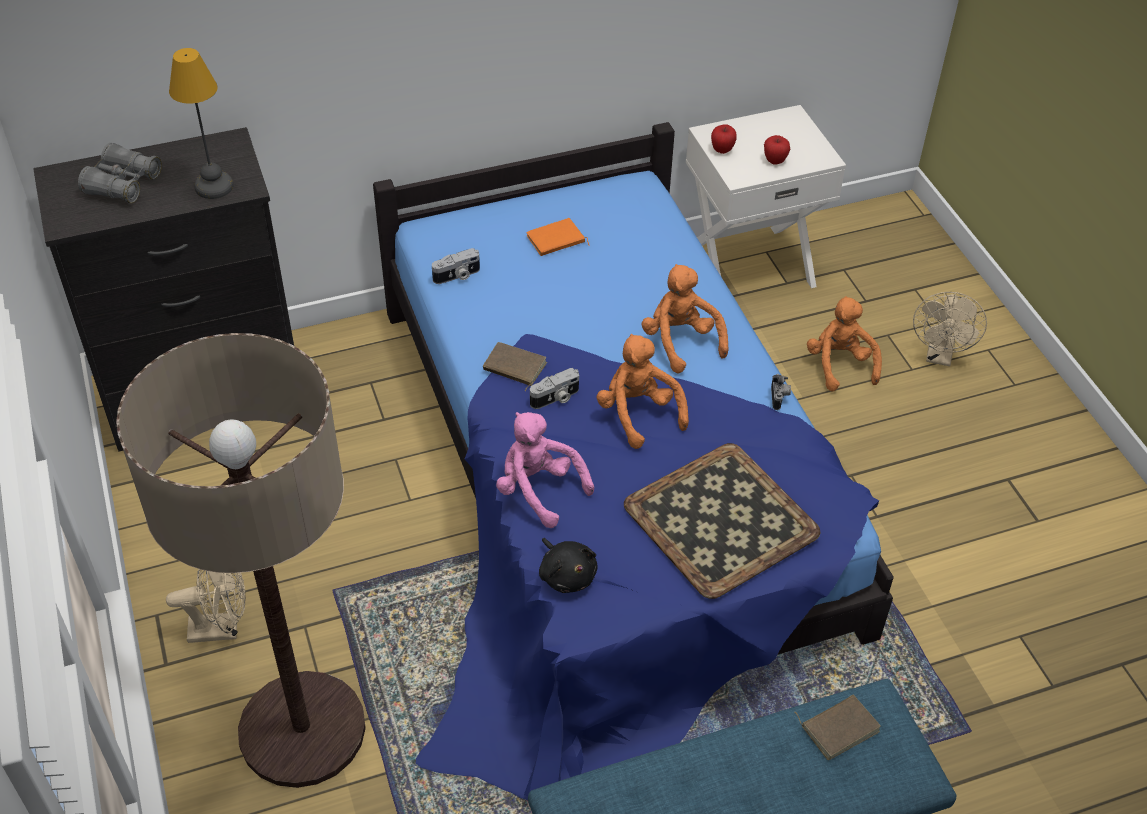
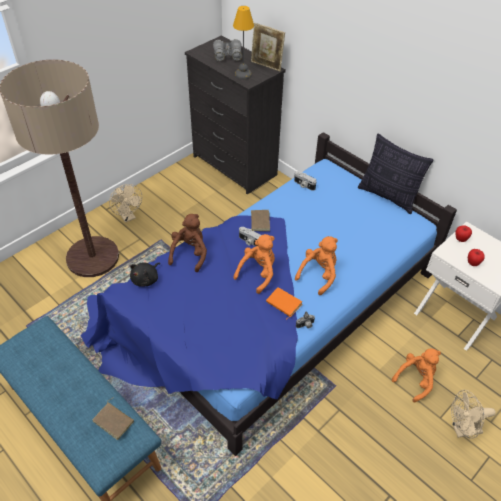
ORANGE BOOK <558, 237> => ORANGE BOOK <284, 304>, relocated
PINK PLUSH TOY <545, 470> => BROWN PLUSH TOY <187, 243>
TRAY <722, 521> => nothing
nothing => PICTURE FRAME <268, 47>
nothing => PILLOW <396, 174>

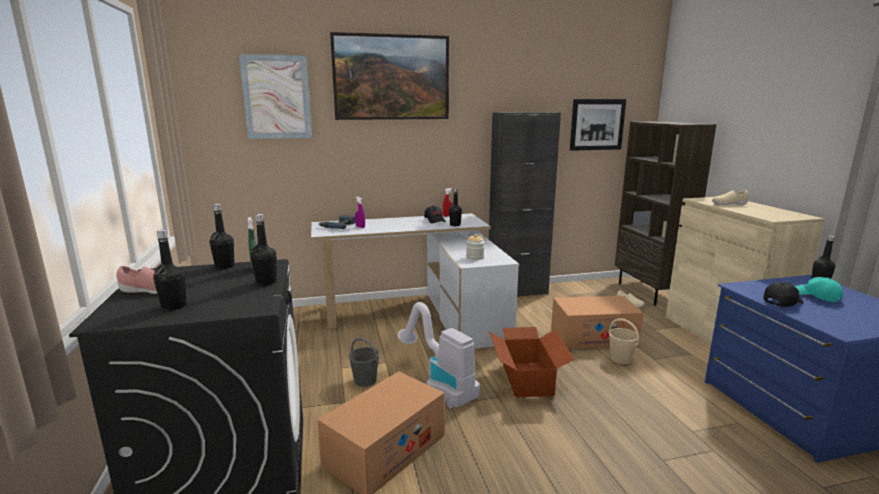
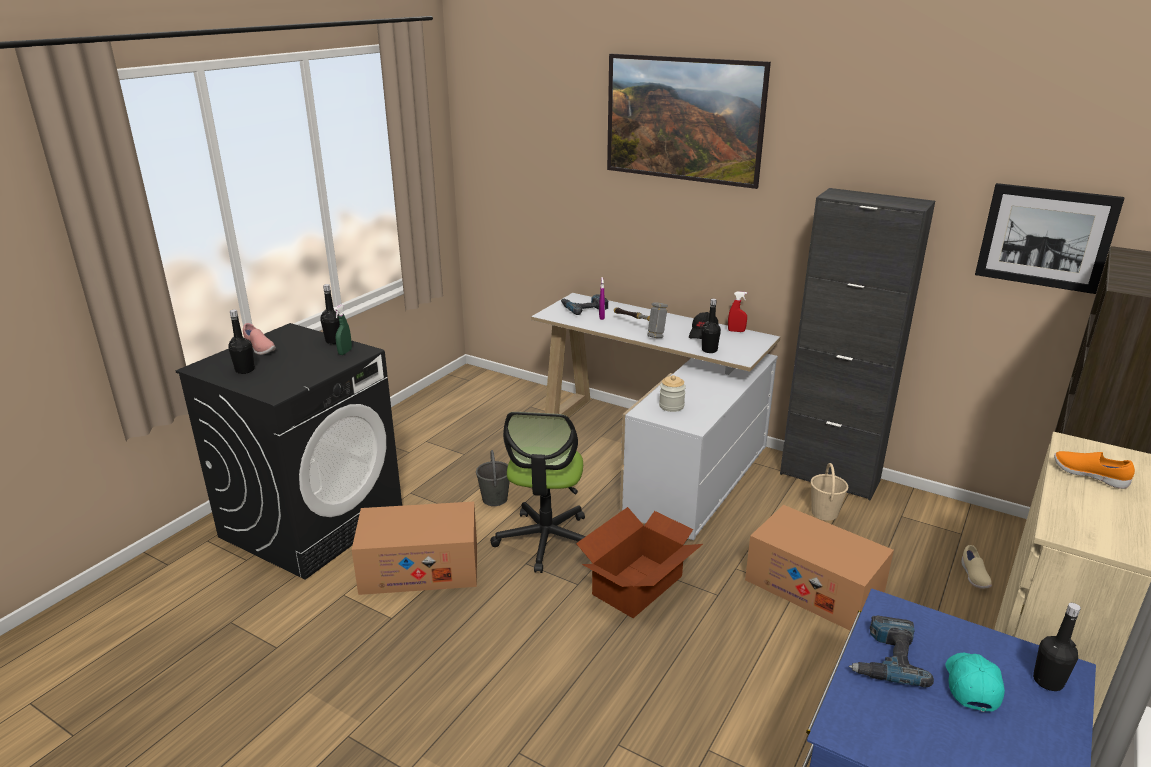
PICTURE <275, 96> => nothing
BEIGE SHOE <730, 197> => ORANGE SHOE <1094, 470>
BLACK BOTTLE <264, 249> => nothing
BLACK CAP <783, 294> => POWER DRILL <891, 651>
VACUUM CLEANER <439, 355> => OFFICE CHAIR <538, 492>
BEIGE BUCKET <624, 341> => BEIGE BUCKET <829, 492>, relocated
nothing => HAMMER <641, 320>

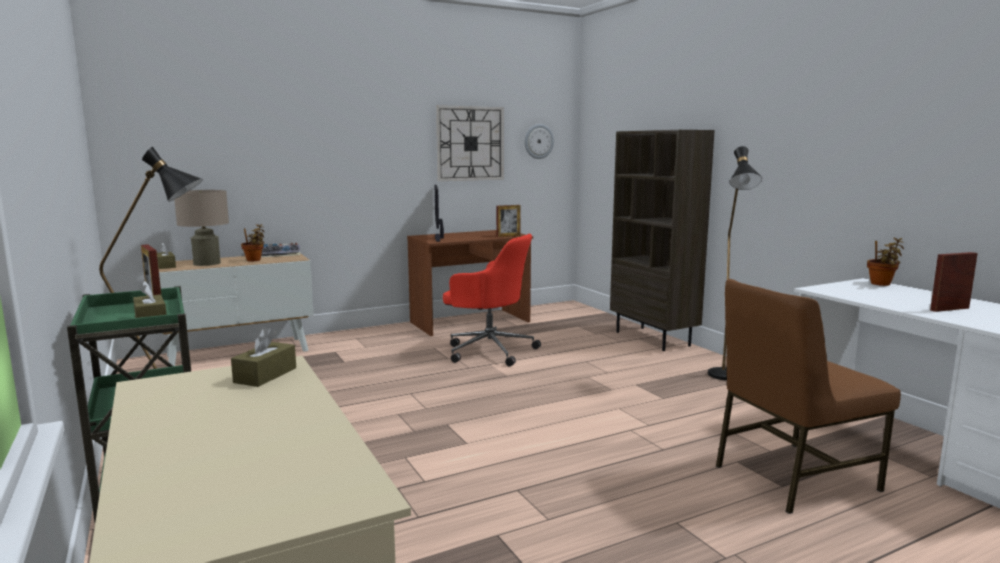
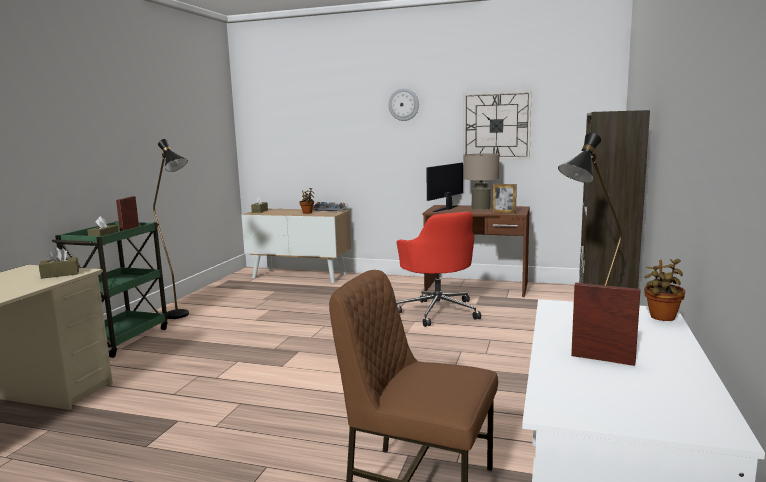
WALL CLOCK <539, 141> => WALL CLOCK <403, 104>, relocated
BEIGE TABLE LAMP <201, 228> => BEIGE TABLE LAMP <481, 182>, relocated

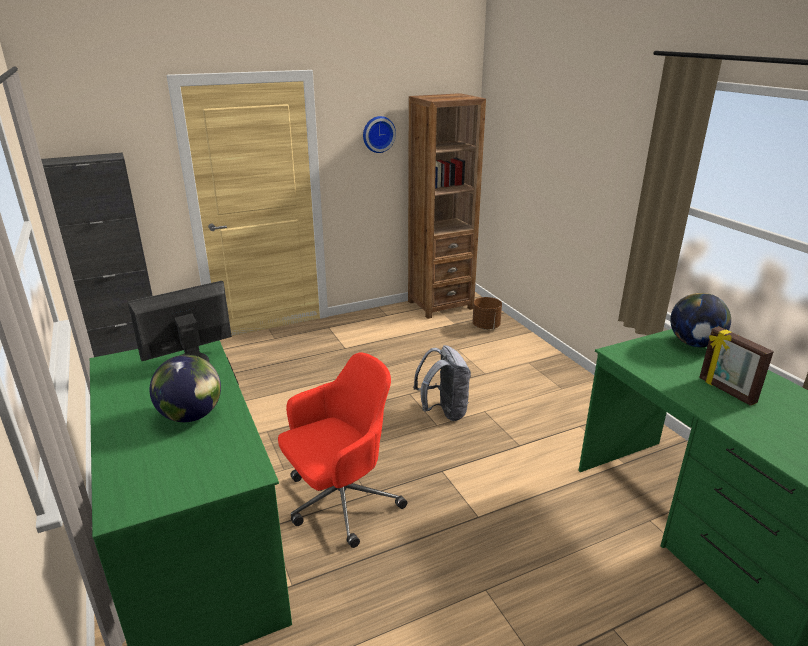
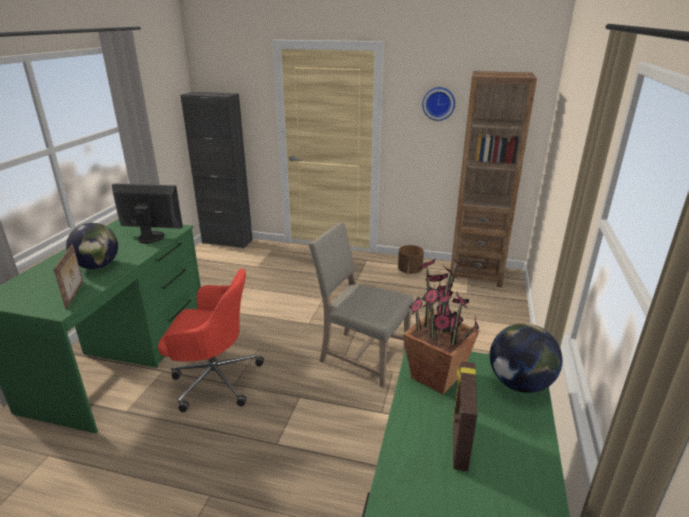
BROWN PLANTER <487, 313> => BROWN PLANTER <411, 259>, relocated
GREY BACKPACK <442, 383> => BEIGE CHAIR <361, 305>
nothing => PICTURE FRAME <68, 276>
nothing => POTTED PLANT <441, 326>

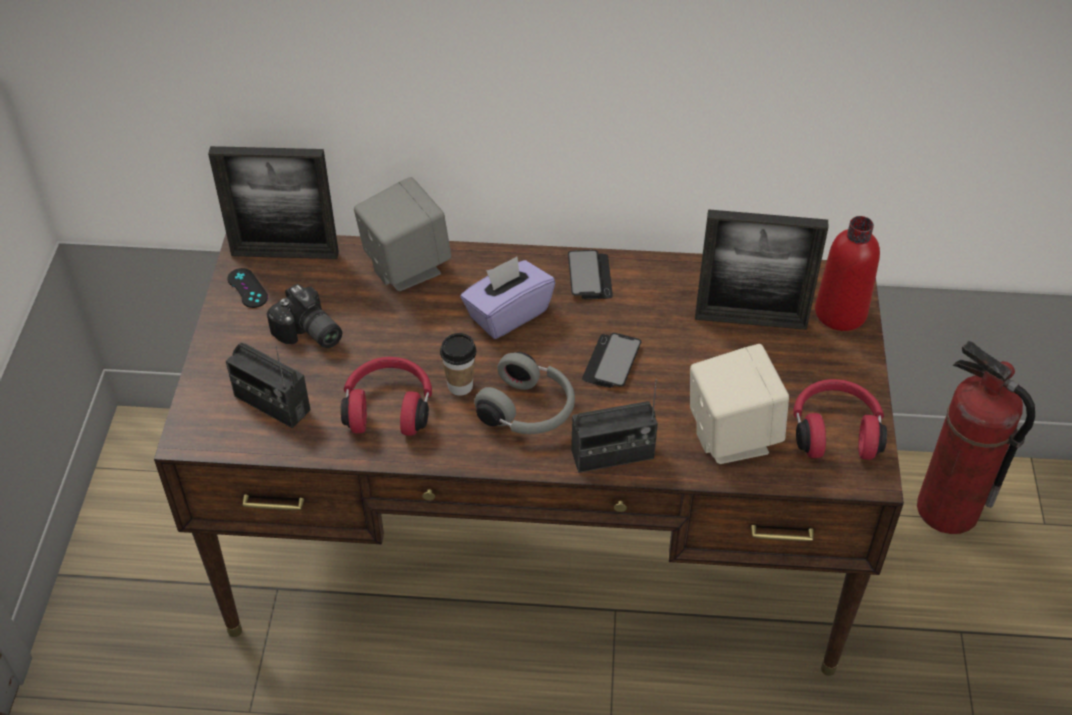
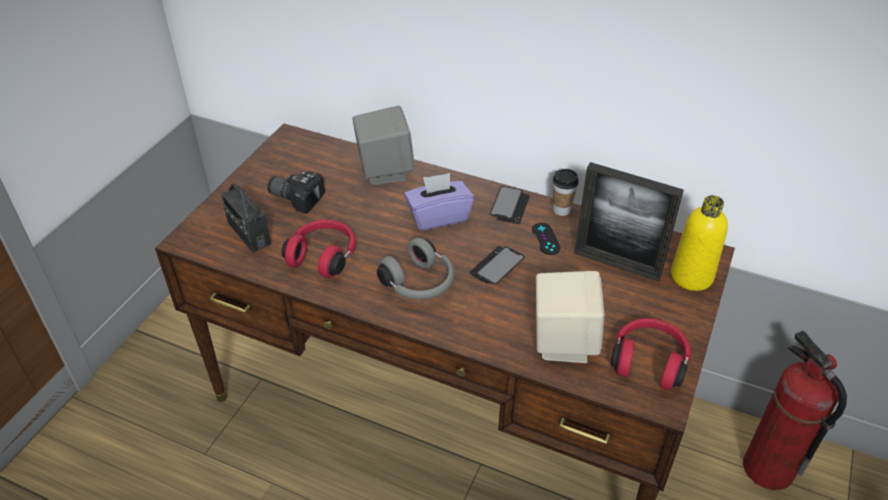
PICTURE FRAME <273, 202> => nothing
RED BOTTLE <847, 273> => YELLOW BOTTLE <699, 243>
BLACK GAME CONTROLLER <247, 288> => BLACK GAME CONTROLLER <546, 239>, relocated
PHOTO CAMERA <304, 315> => PHOTO CAMERA <296, 192>, 135 degrees clockwise
CUP <458, 364> => CUP <566, 192>, relocated
RADIO <614, 426> => nothing

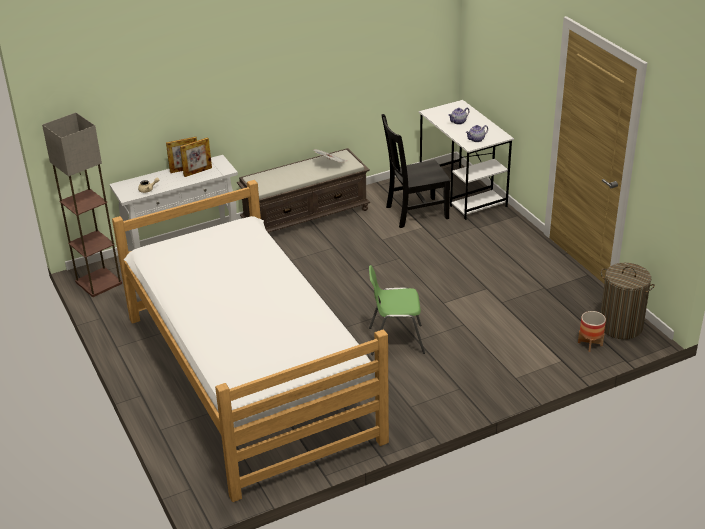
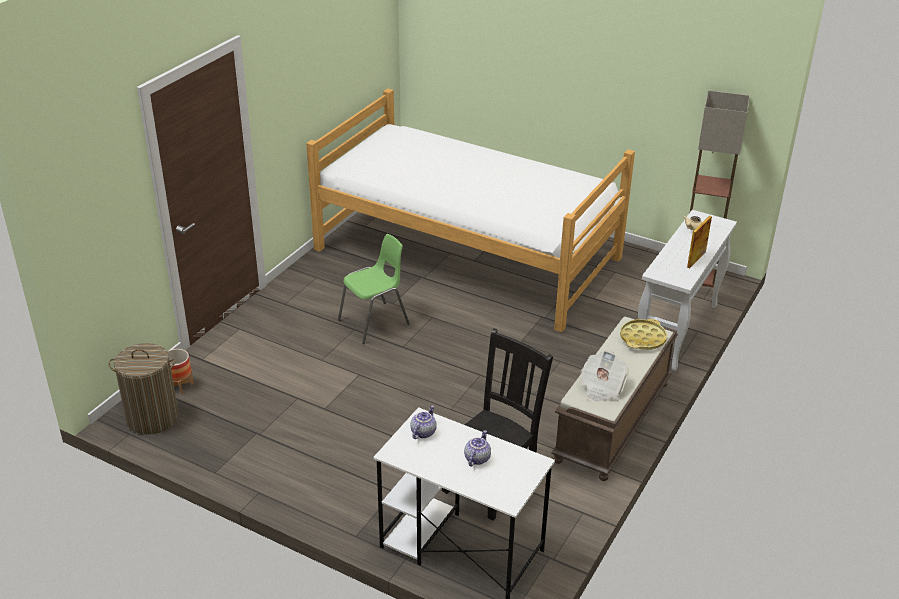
PICTURE FRAME <196, 157> => nothing
nothing => YELLOW TRAY <643, 334>

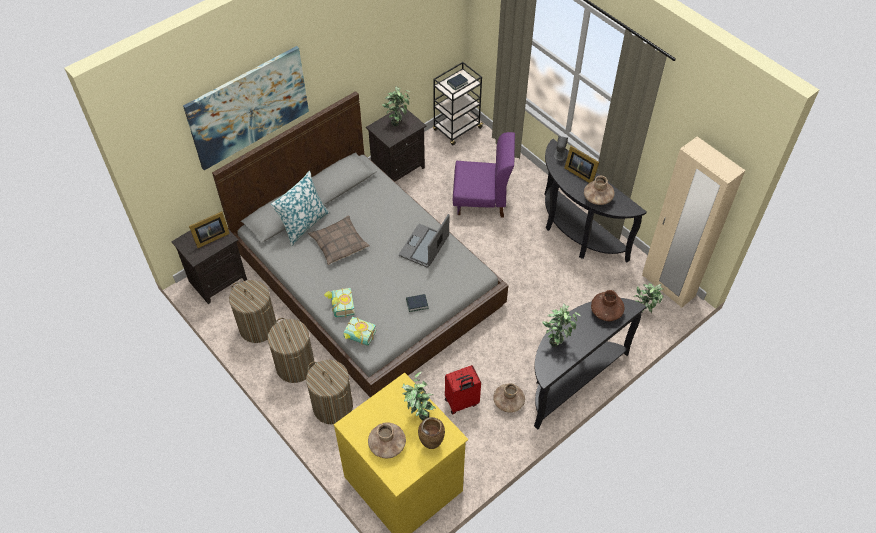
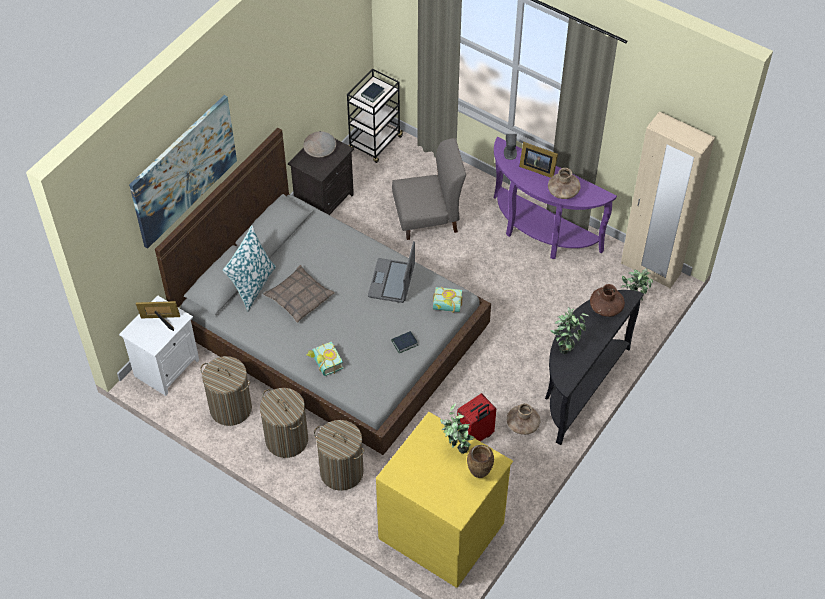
POTTED PLANT <396, 106> => BEIGE BOWL <319, 144>
PURPLE CHAIR <484, 175> => GREY CHAIR <429, 189>
BLACK CONSOLE TABLE <595, 201> => PURPLE CONSOLE TABLE <555, 198>
PICTURE FRAME <209, 229> => PICTURE FRAME <158, 316>, 135 degrees counterclockwise
BLACK NIGHTSTAND <209, 266> => WHITE NIGHTSTAND <159, 345>
BOOK <360, 331> => BOOK <448, 300>, relocated
BROWN VASE <387, 440> => nothing

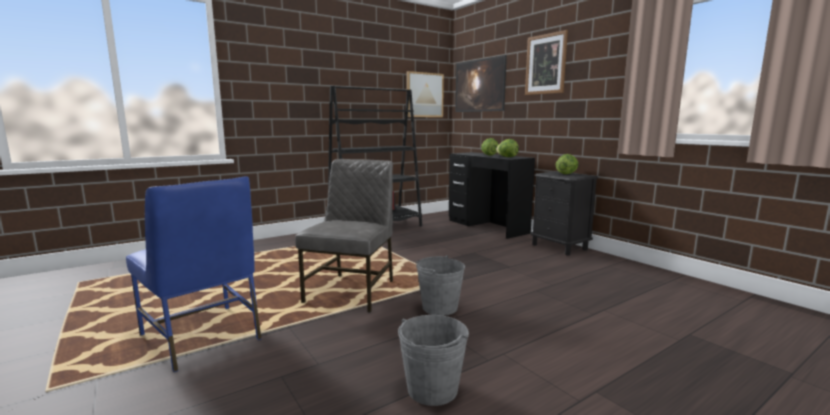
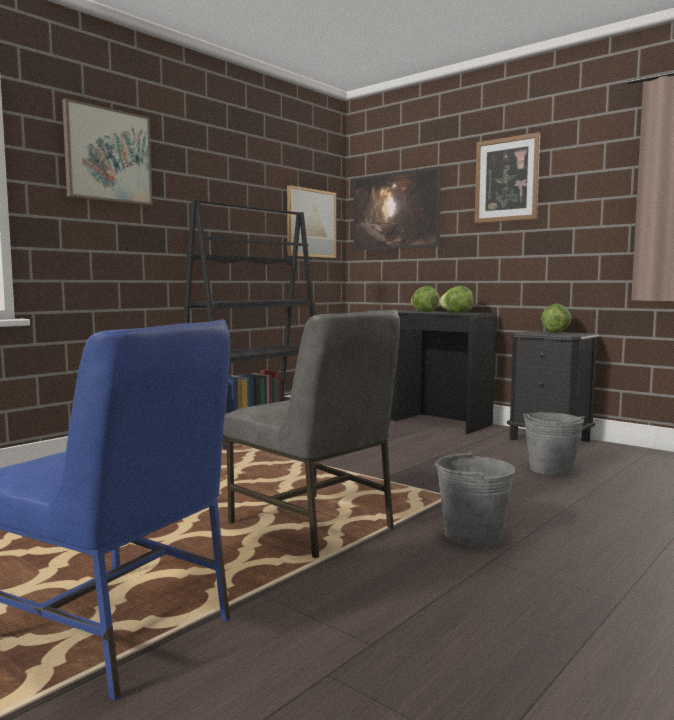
GREY CHAIR <344, 236> => GREY CHAIR <311, 434>, 135 degrees clockwise
GREY BUCKET <433, 360> => GREY BUCKET <554, 444>, relocated
nothing => PICTURE <107, 152>

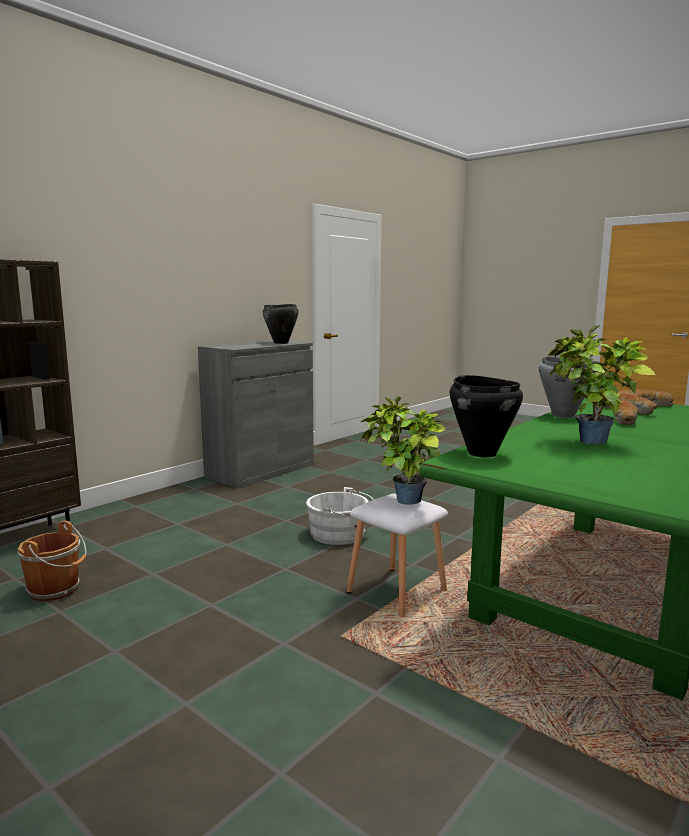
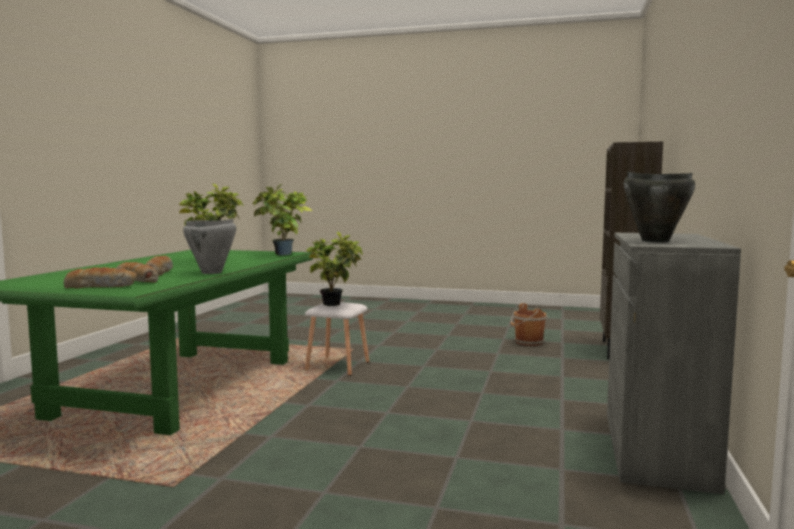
BLACK COOKING POT <486, 416> => POTTED PLANT <283, 219>
WHITE BUCKET <340, 516> => nothing

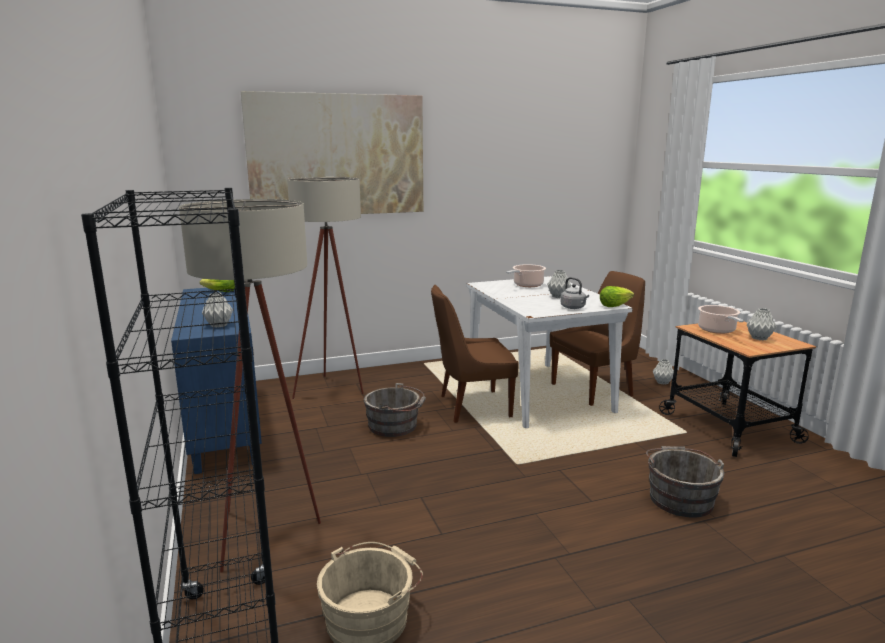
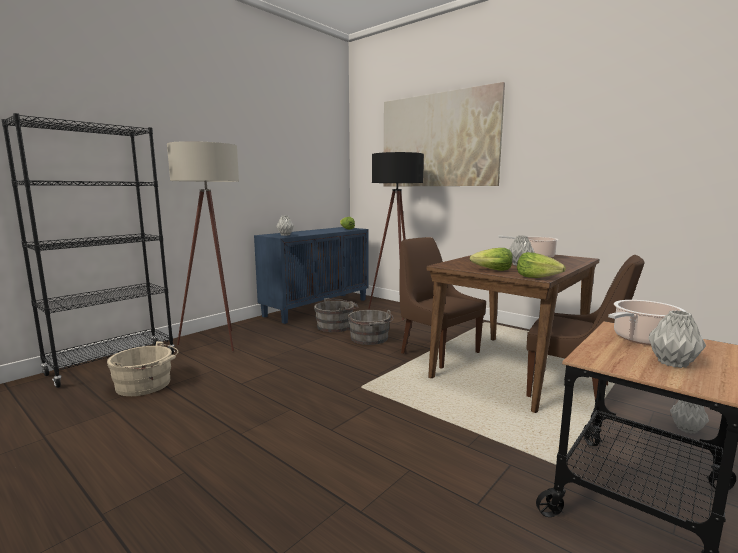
BEIGE FLOOR LAMP <325, 288> => BLACK FLOOR LAMP <396, 236>
WHITE DINING TABLE <549, 352> => BROWN DINING TABLE <512, 334>
GREY KETTLE <574, 293> => LETTUCE <491, 259>
GREY BUCKET <685, 482> => GREY BUCKET <336, 315>, relocated

